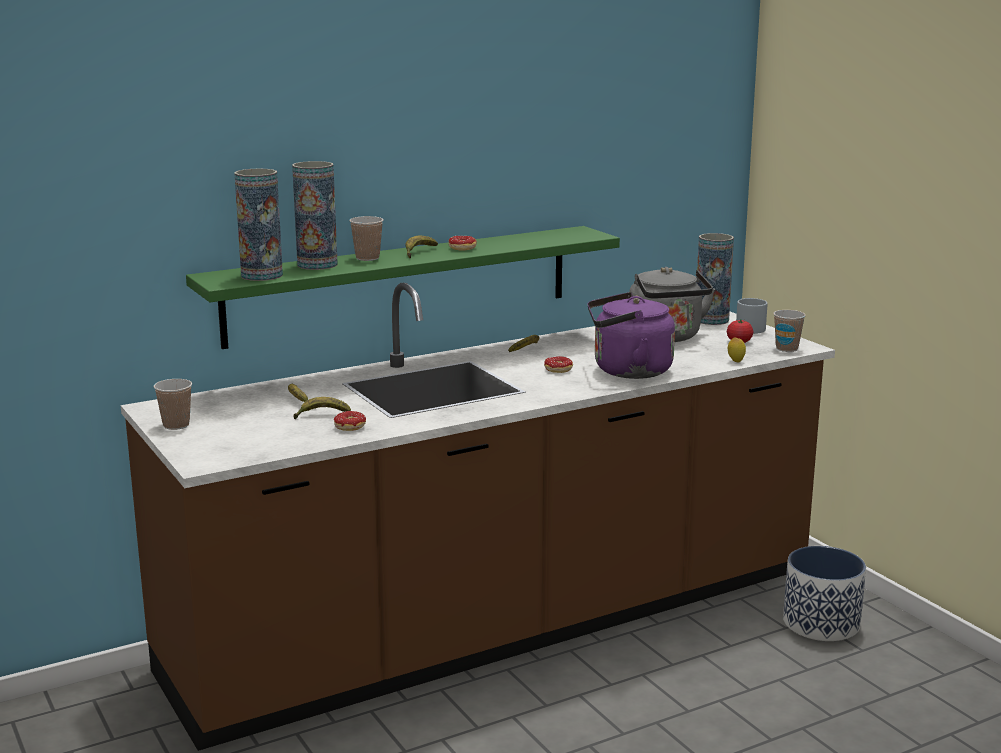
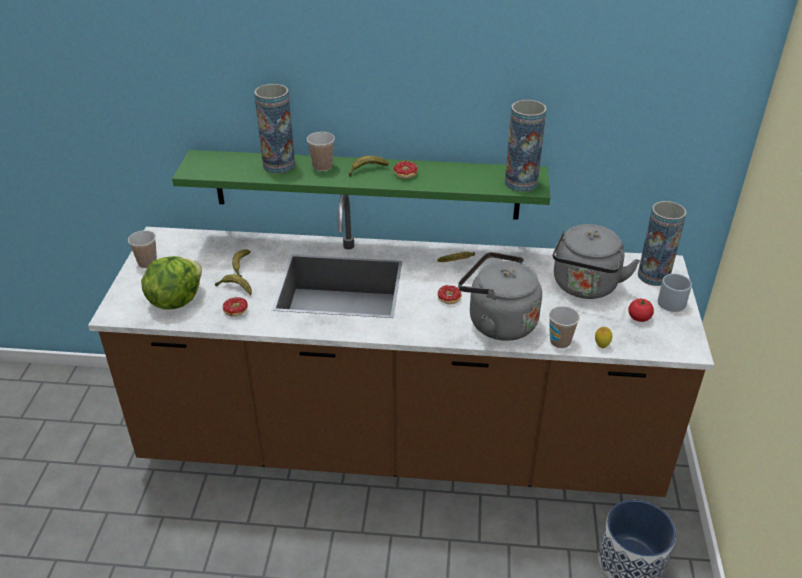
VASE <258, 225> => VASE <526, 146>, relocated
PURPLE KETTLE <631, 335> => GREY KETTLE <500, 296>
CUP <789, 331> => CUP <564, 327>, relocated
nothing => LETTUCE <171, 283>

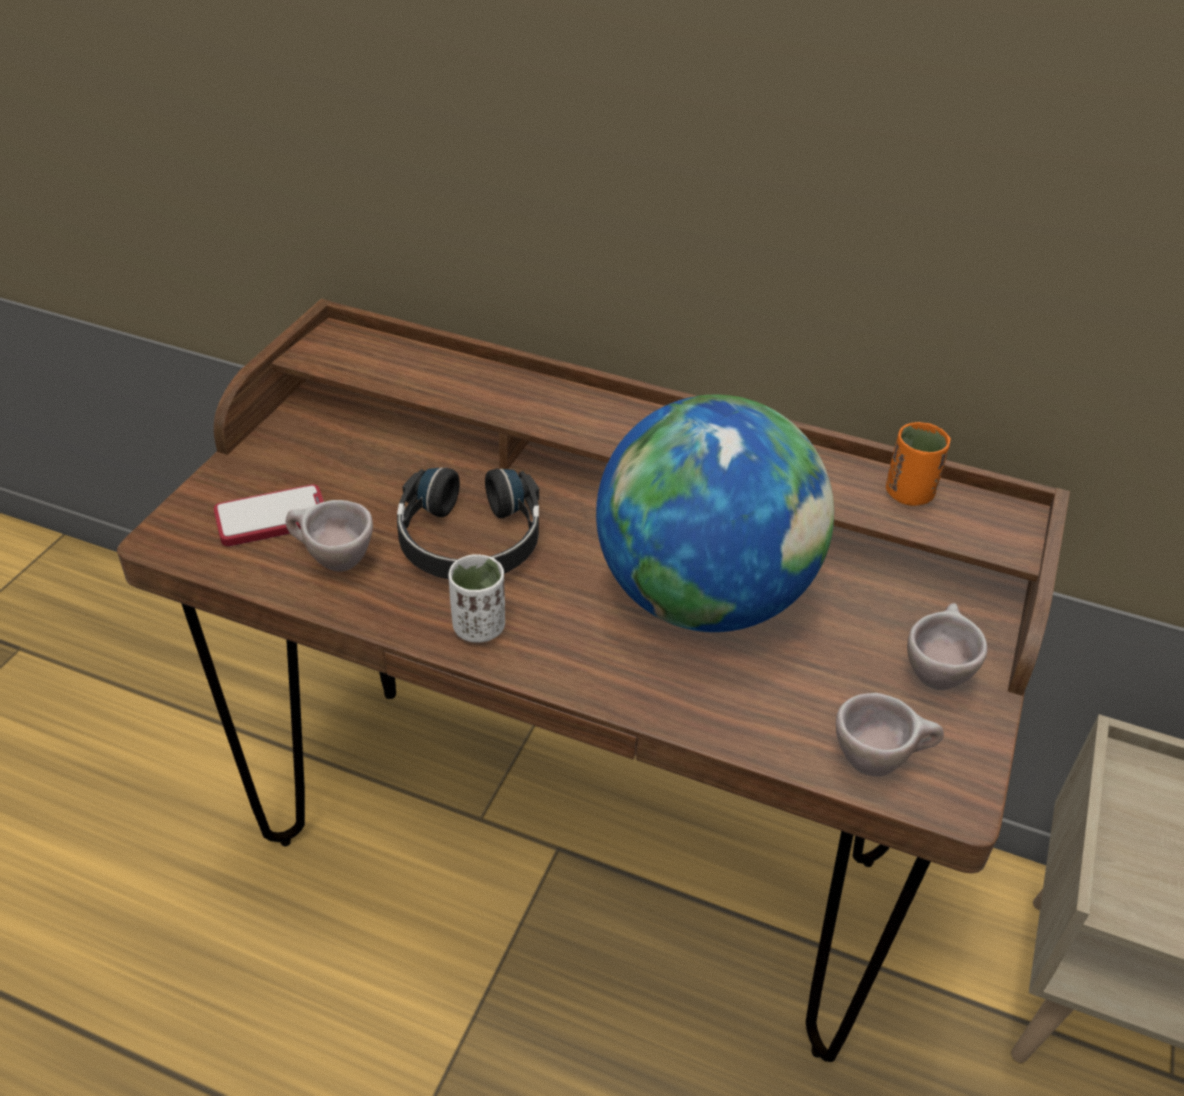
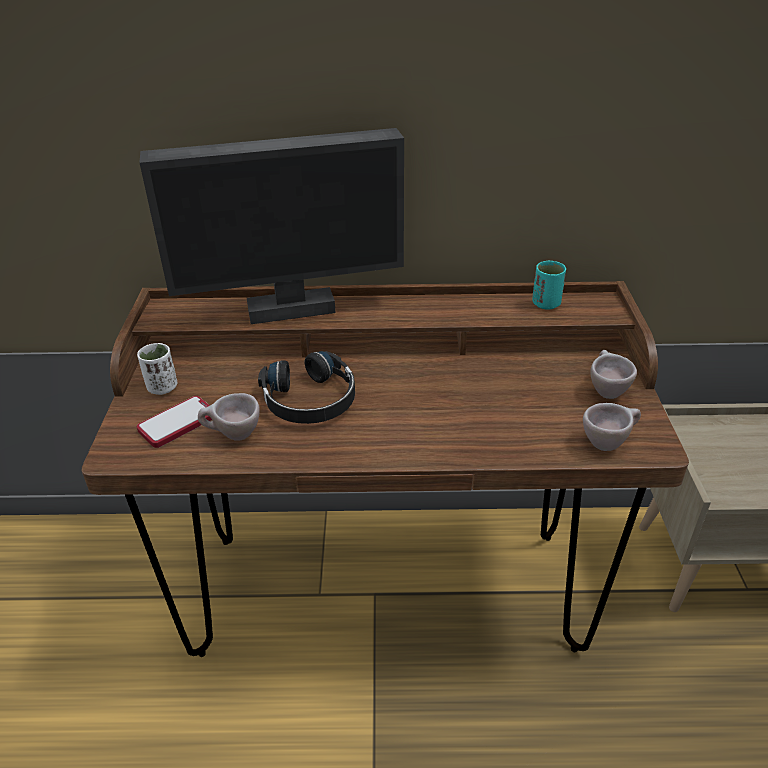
GLOBE <715, 513> => nothing
ORANGE CUP <918, 464> => TURQUOISE CUP <549, 285>
WHITE CUP <476, 598> => WHITE CUP <157, 369>, relocated
nothing => MONITOR <271, 226>

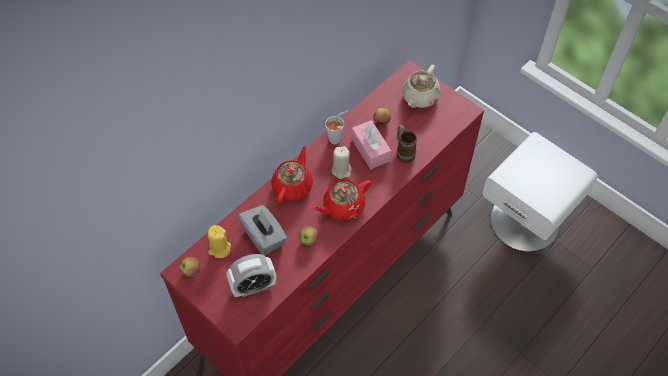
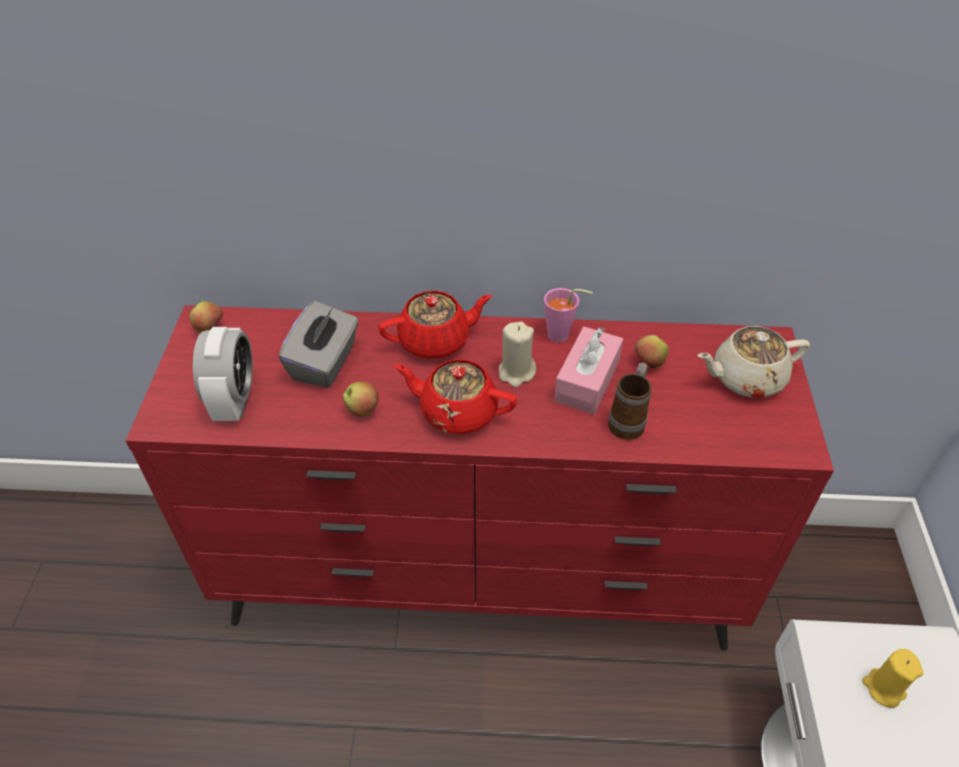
GREY CUP <336, 127> => PINK CUP <568, 315>
YELLOW CANDLE <219, 241> => YELLOW CANDLE <892, 678>, relocated
ALARM CLOCK <251, 275> => ALARM CLOCK <223, 374>, 120 degrees counterclockwise

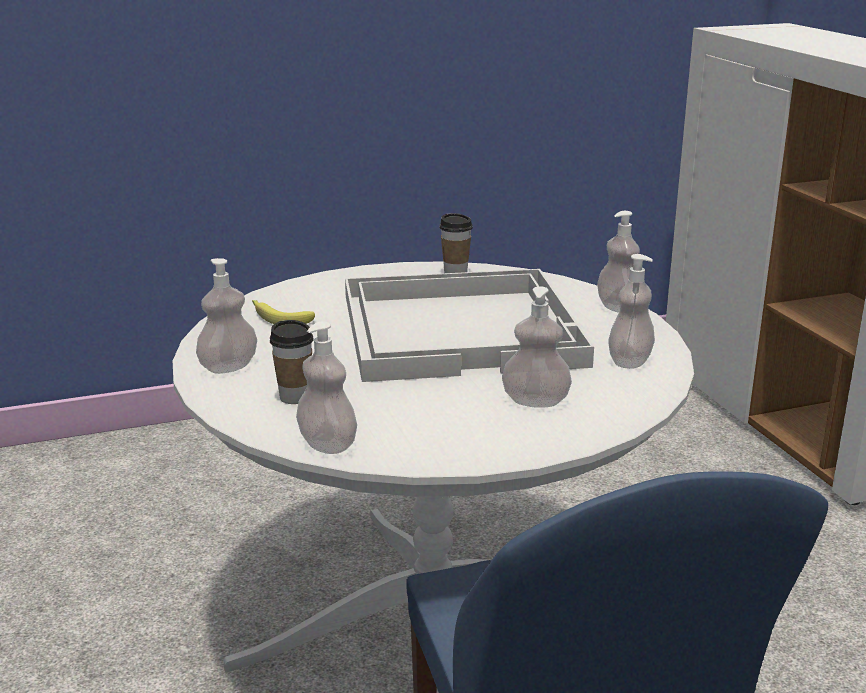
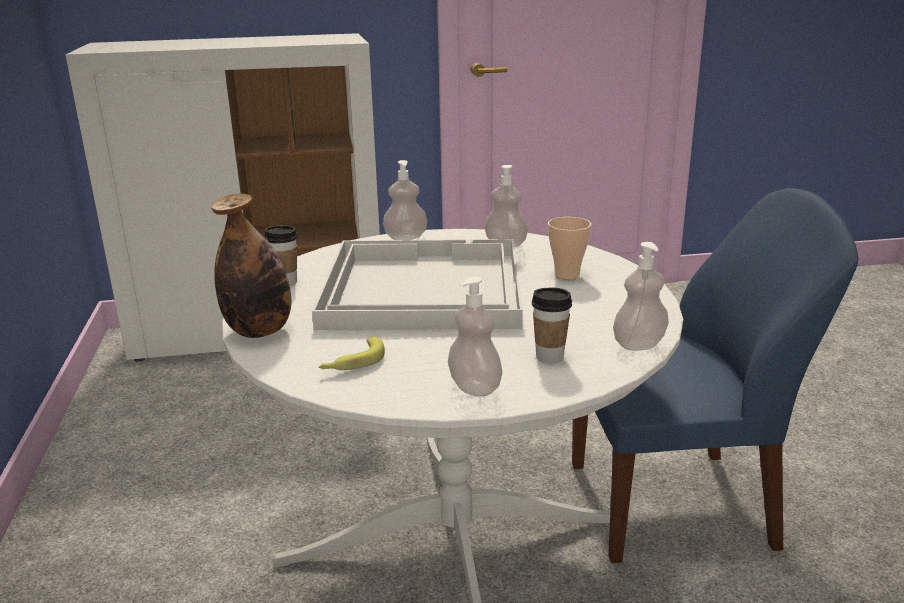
SOAP DISPENSER <537, 347> => CUP <569, 248>
nothing => BOTTLE <251, 266>

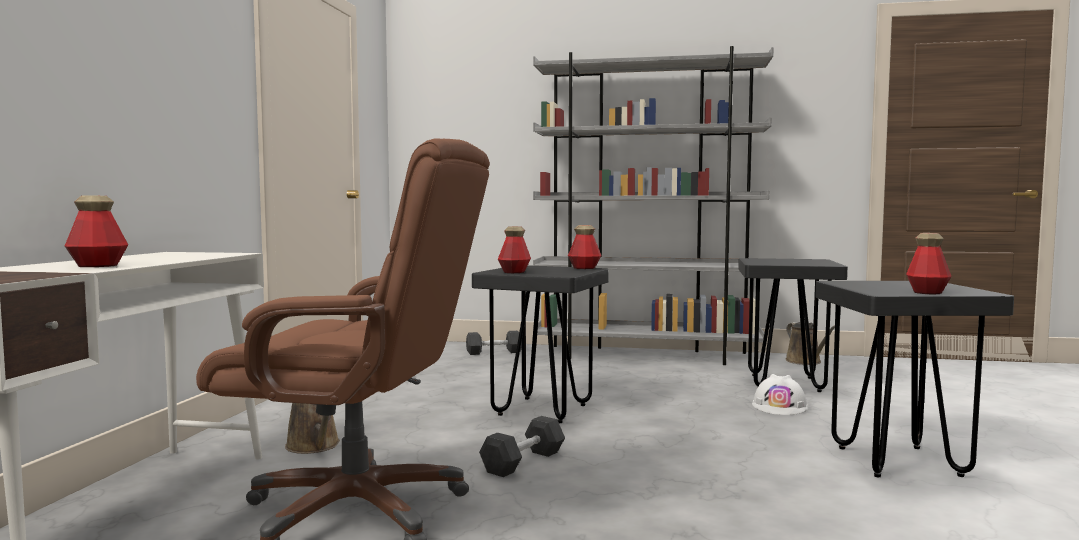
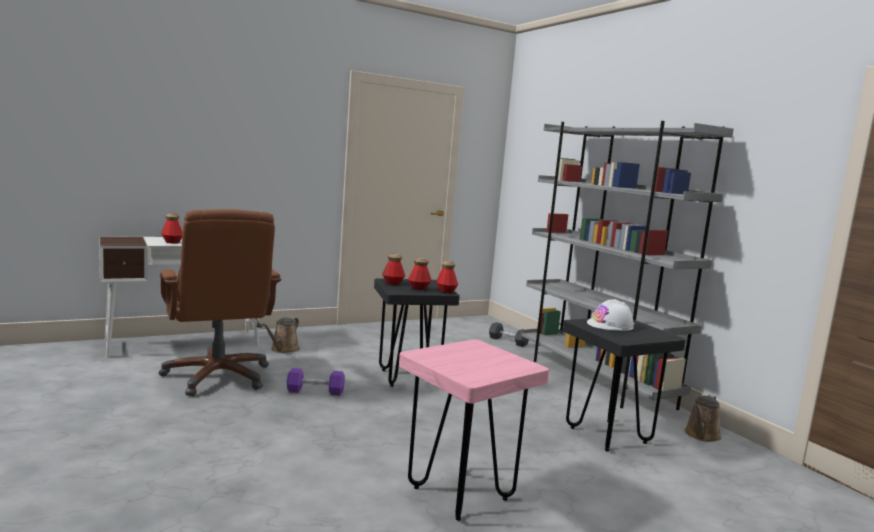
BOTTLE <929, 264> => BOTTLE <420, 274>, relocated
BLACK STOOL <914, 379> => PINK STOOL <474, 430>
WHITE HARD HAT <780, 394> => WHITE HARD HAT <610, 315>, relocated
GREY DUMBBELL <522, 446> => PURPLE DUMBBELL <316, 382>

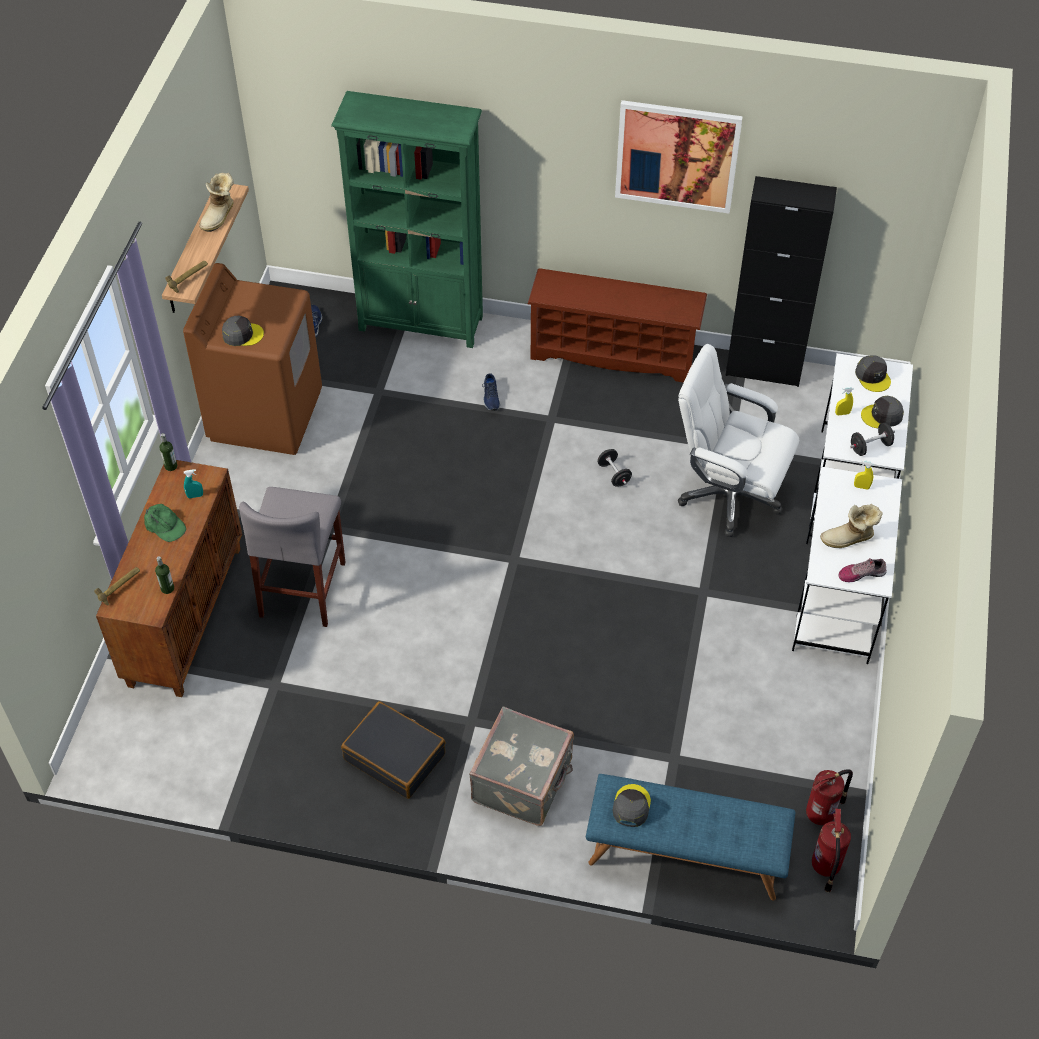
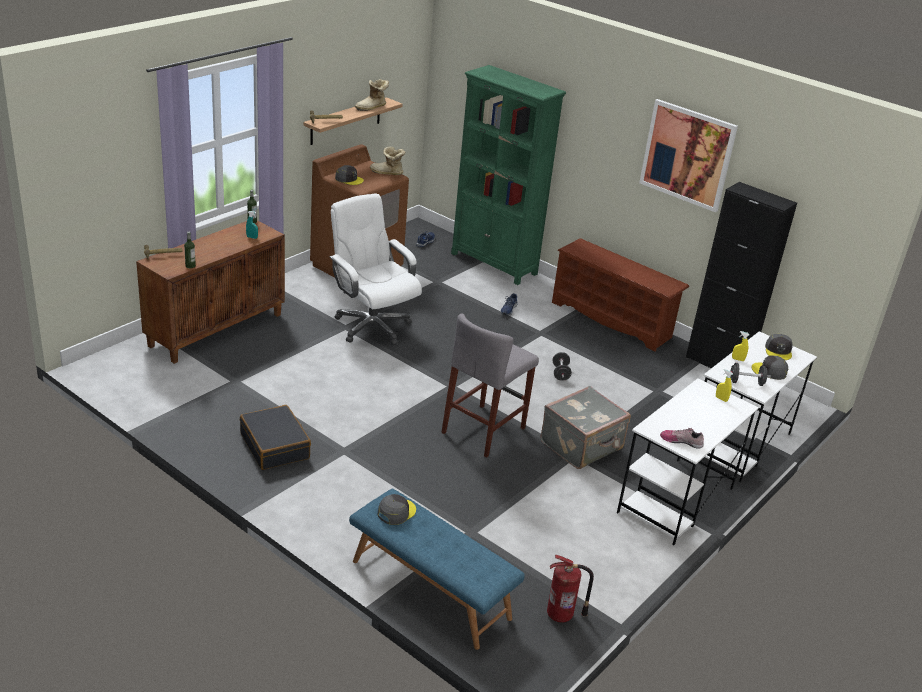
WHITE OFFICE CHAIR <738, 440> => WHITE OFFICE CHAIR <376, 269>, relocated
GREY STOOL <292, 557> => GREY STOOL <490, 385>, relocated
GREEN CAP <165, 523> => nothing
BOOT <851, 526> => BOOT <388, 160>, relocated
GREY SUITCASE <521, 766> => GREY SUITCASE <585, 427>, relocated
FIRE EXTINGUISHER <831, 850> => nothing

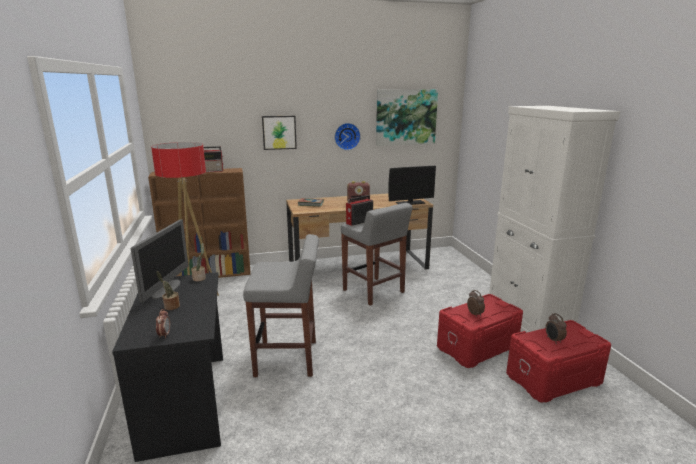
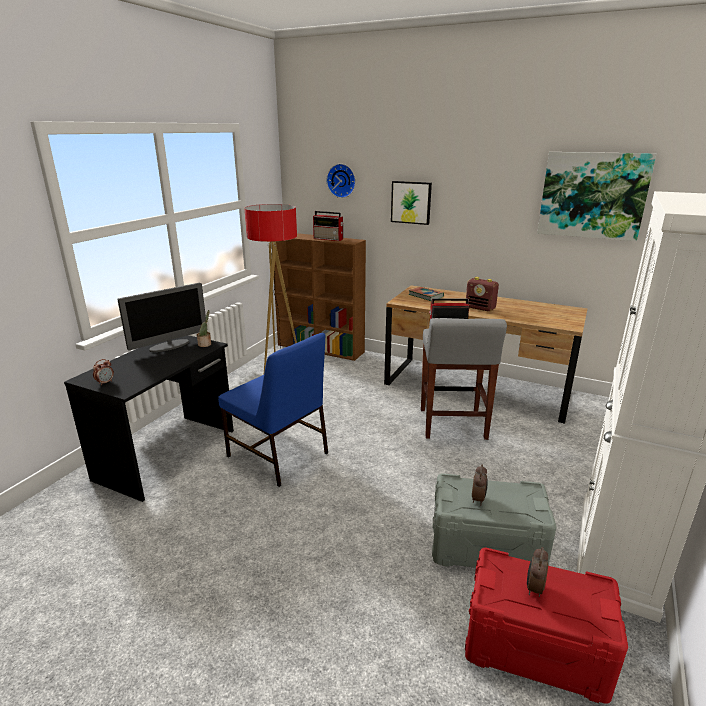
WALL CLOCK <347, 136> => WALL CLOCK <341, 181>, relocated
MONITOR <412, 185> => nothing
GREY STOOL <281, 305> => BLUE CHAIR <273, 410>
POTTED PLANT <168, 290> => nothing
RED STORAGE BOX <480, 331> => GREY STORAGE BOX <494, 520>

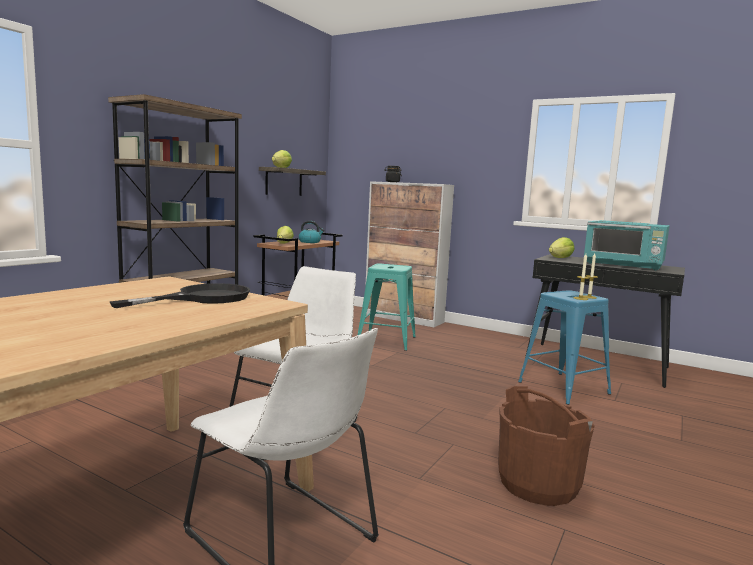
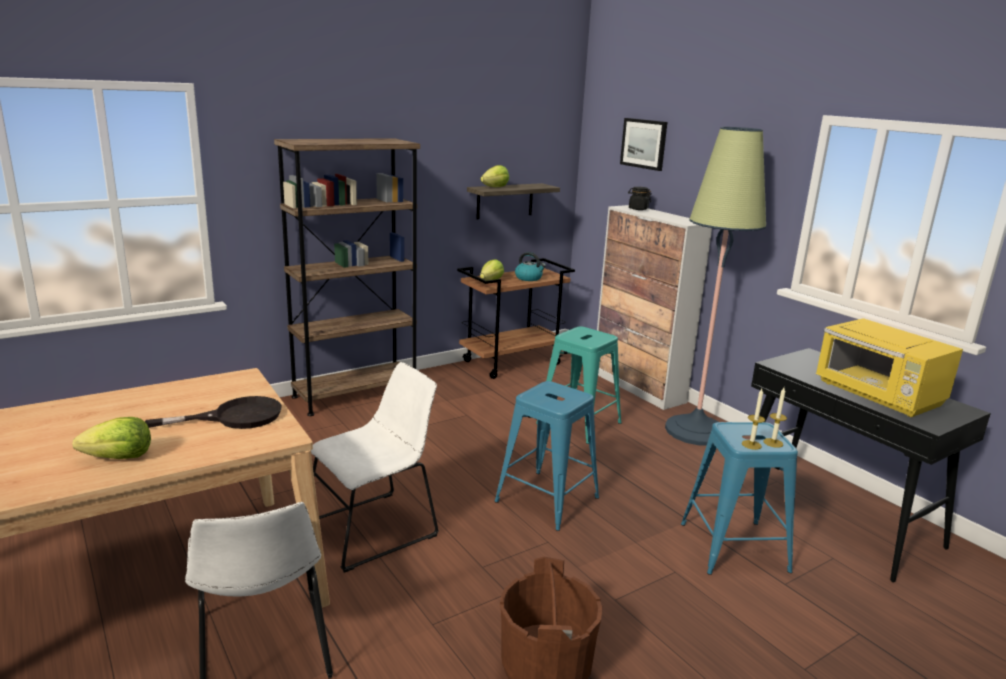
TURQUOISE MICROWAVE <627, 245> => YELLOW MICROWAVE <889, 367>
LETTUCE <561, 247> => LETTUCE <111, 438>, relocated
nothing => PICTURE <643, 144>
nothing => FLOOR LAMP <715, 286>
nothing => BLUE STOOL <547, 456>

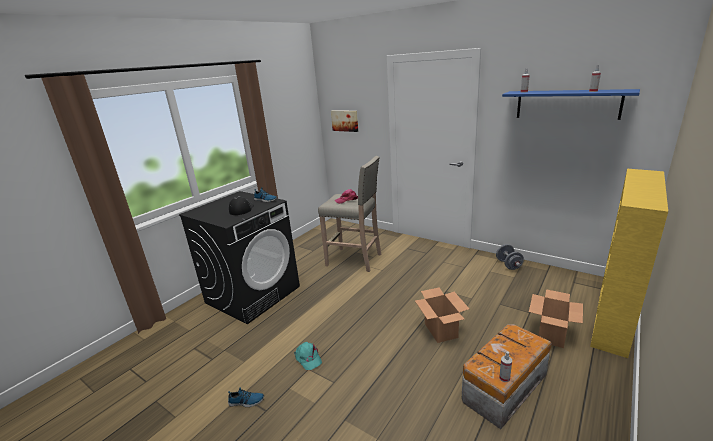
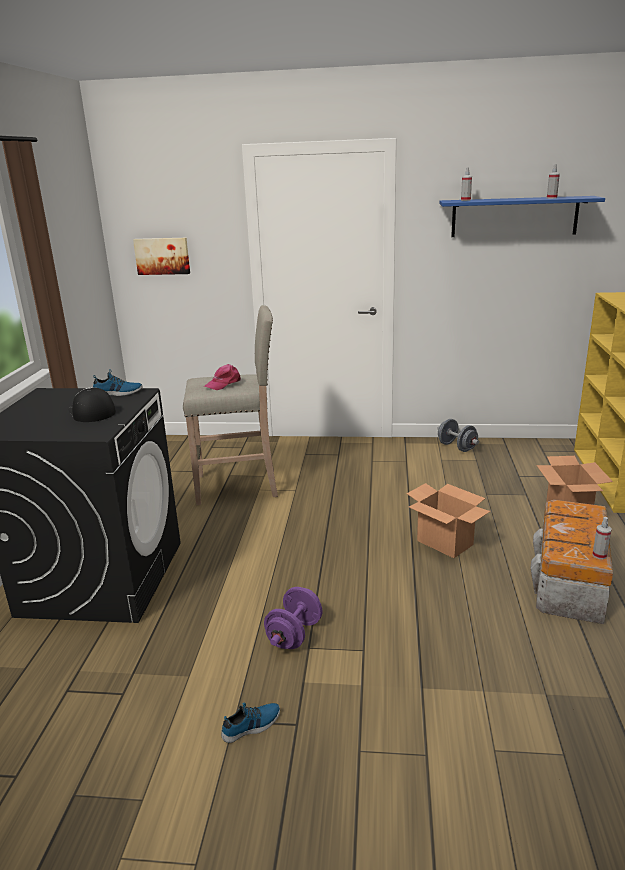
TURQUOISE CAP <308, 356> => PURPLE DUMBBELL <293, 618>

